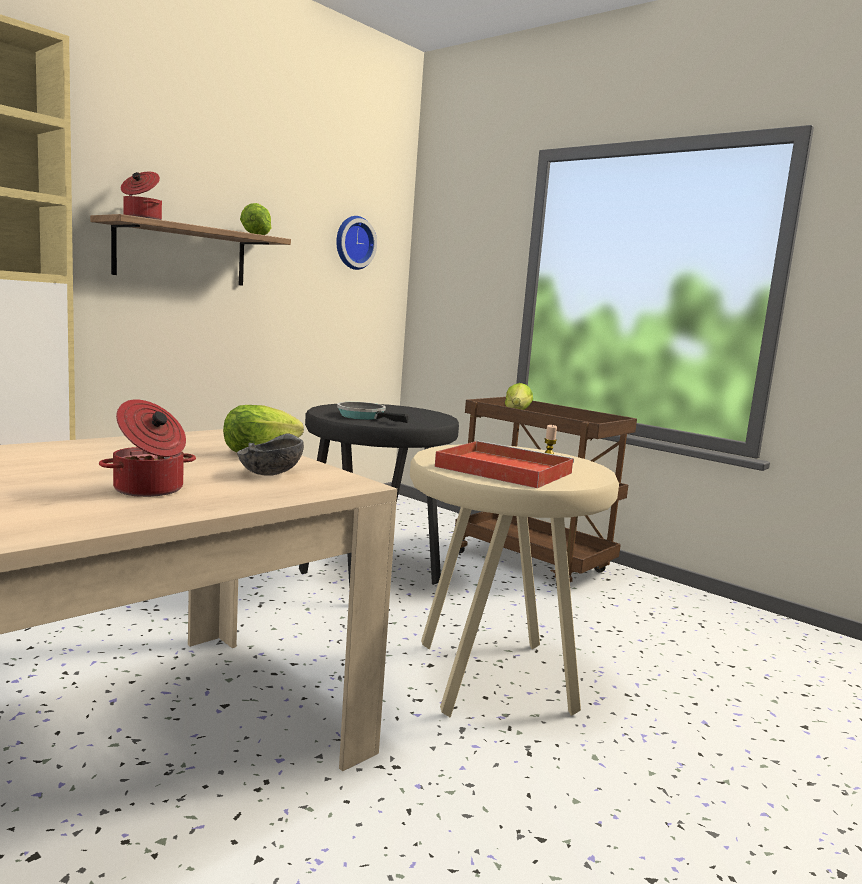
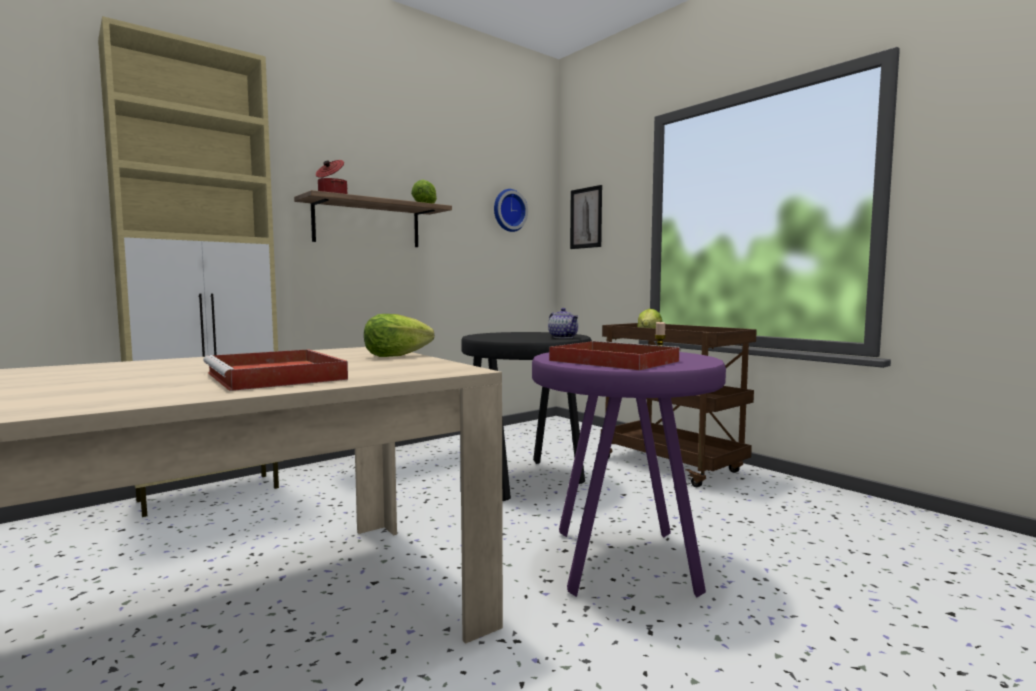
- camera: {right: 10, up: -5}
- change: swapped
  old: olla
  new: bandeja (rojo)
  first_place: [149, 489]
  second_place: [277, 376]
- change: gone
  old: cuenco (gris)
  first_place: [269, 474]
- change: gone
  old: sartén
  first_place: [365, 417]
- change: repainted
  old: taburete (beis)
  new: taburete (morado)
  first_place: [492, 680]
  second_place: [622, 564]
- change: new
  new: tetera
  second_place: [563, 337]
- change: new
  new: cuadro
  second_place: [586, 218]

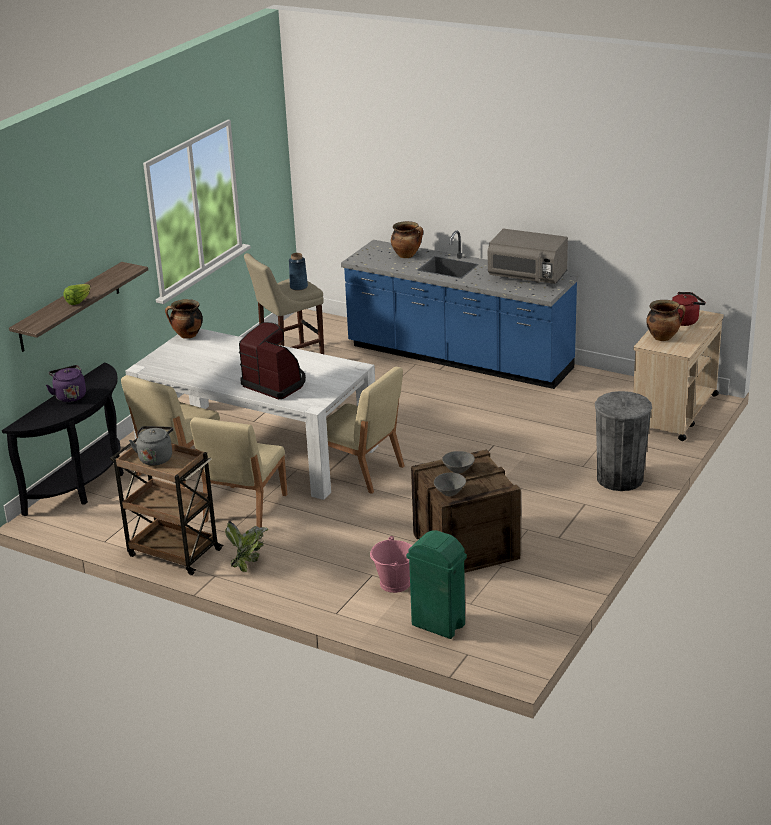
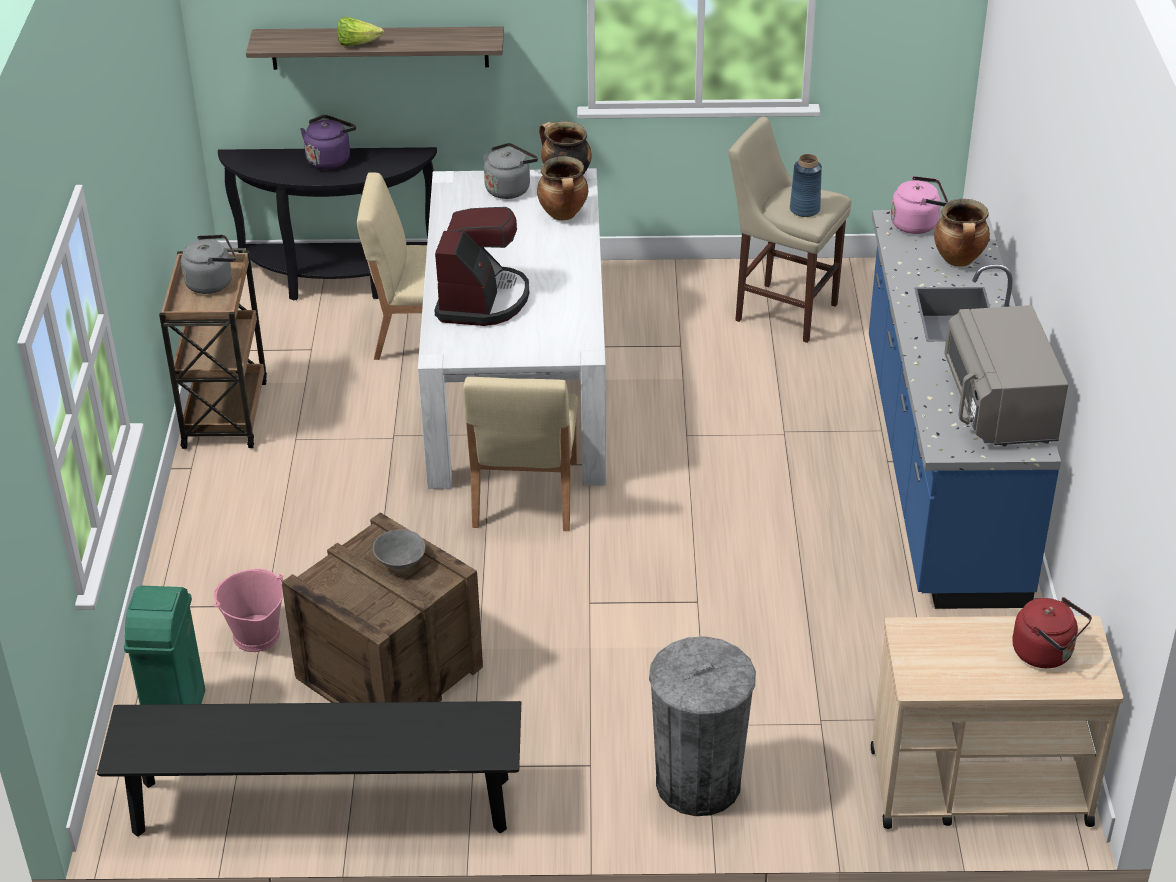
- camera: {right: 60, up: 10}
- change: gone
  old: silla (beis)
  first_place: [244, 508]
- change: gone
  old: planta en maceta
  first_place: [248, 561]
- change: gone
  old: cuenco (gris)
  first_place: [449, 493]
- change: shifted
  old: olla
  first_place: [663, 337]
  second_place: [563, 215]
- change: new
  new: banco (negro)
  second_place: [322, 806]
- change: new
  new: hervidor (gris)
  second_place: [509, 188]
- change: new
  new: hervidor (rosa)
  second_place: [917, 224]

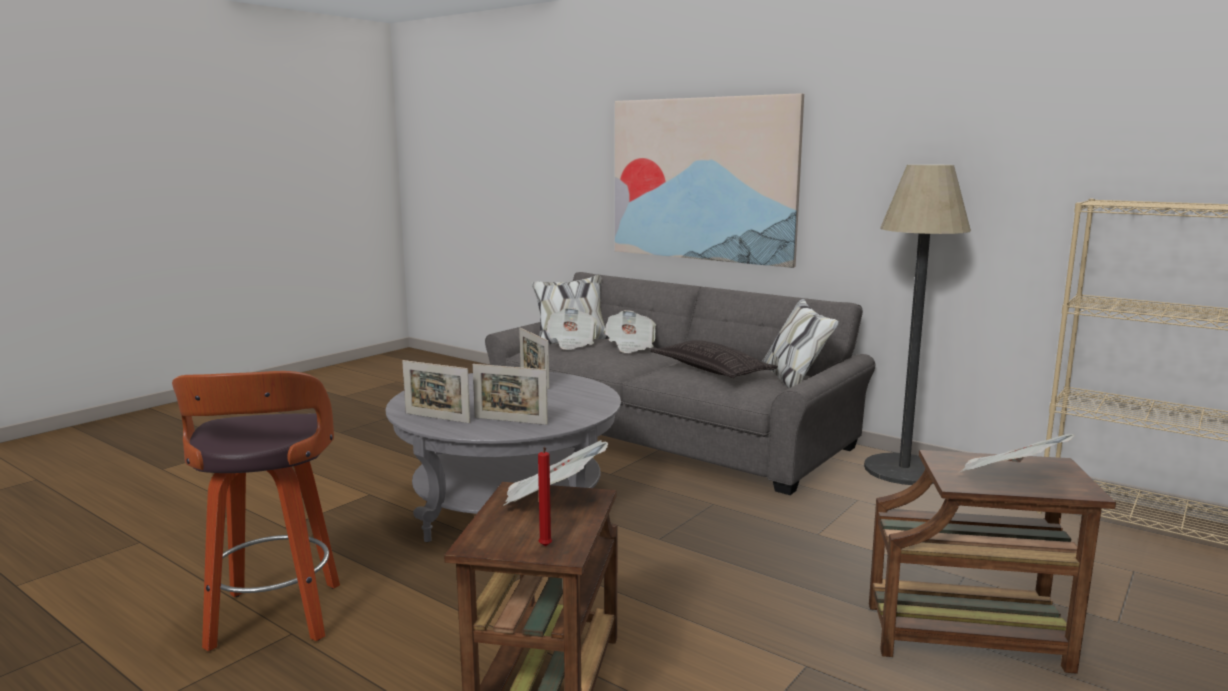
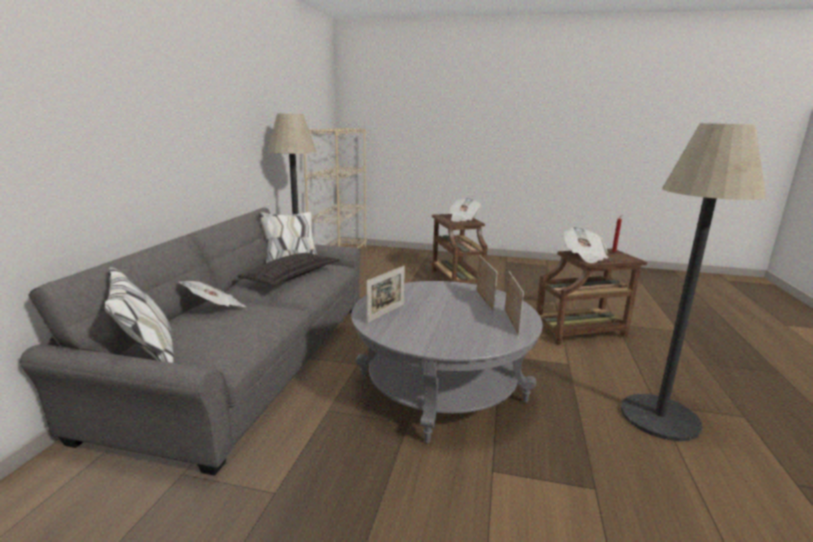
- camera: {right: -115, up: 5}
- change: swapped
  old: taburete
  new: lámpara de pie
  first_place: [275, 619]
  second_place: [660, 417]
- change: gone
  old: periódico
  first_place: [571, 343]
- change: gone
  old: cuadro
  first_place: [702, 179]

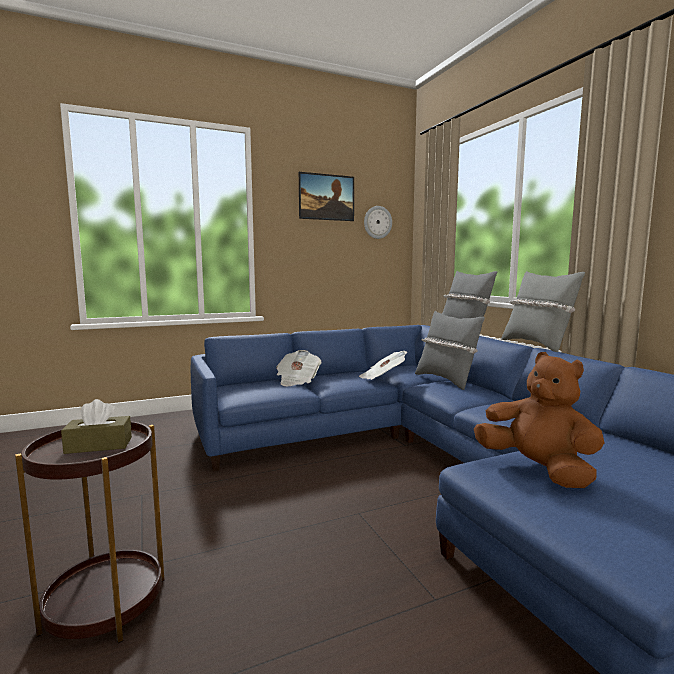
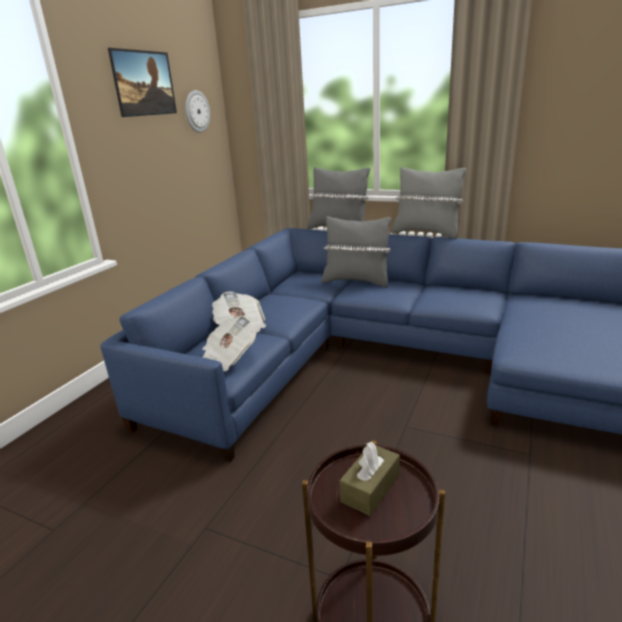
- camera: {right: -40, up: 15}
- change: shifted
  old: periódico
  first_place: [382, 377]
  second_place: [227, 359]
- change: gone
  old: peluche (marrón)
  first_place: [537, 469]

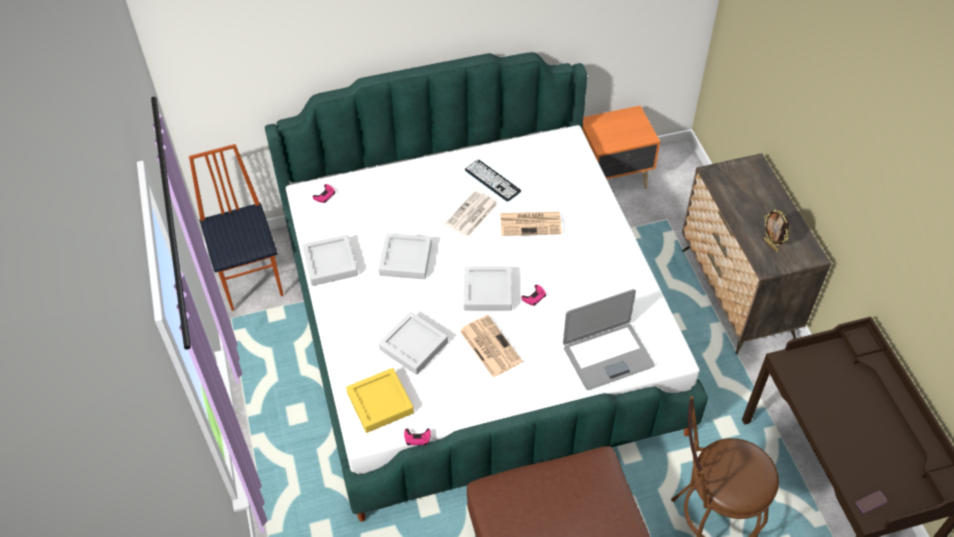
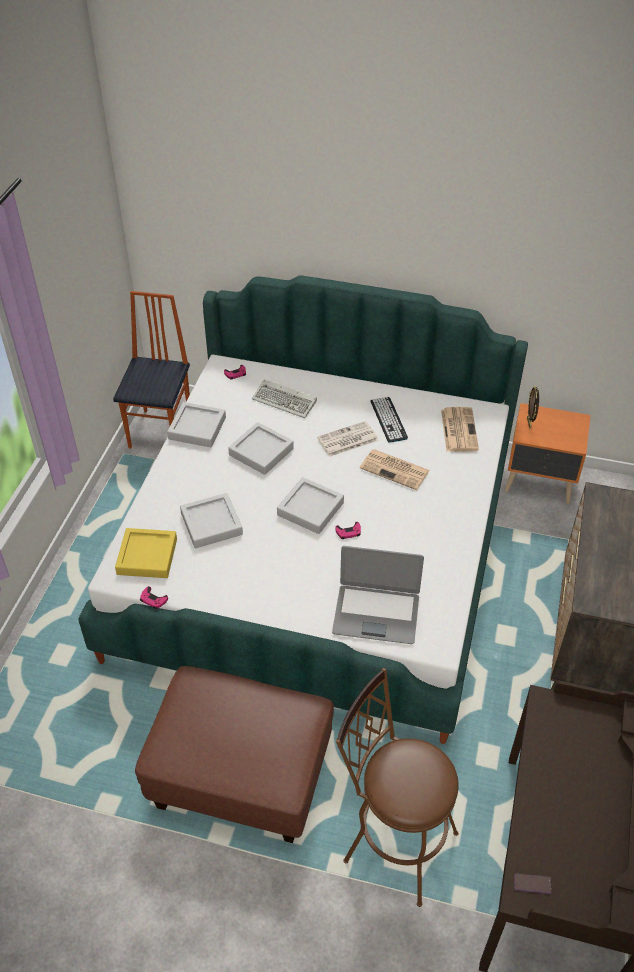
- camera: {right: 30, up: -5}
- change: shifted
  old: periódico
  first_place: [489, 346]
  second_place: [458, 429]
- change: shifted
  old: portarretratos
  first_place: [771, 245]
  second_place: [529, 423]
- change: new
  new: teclado
  second_place: [286, 401]

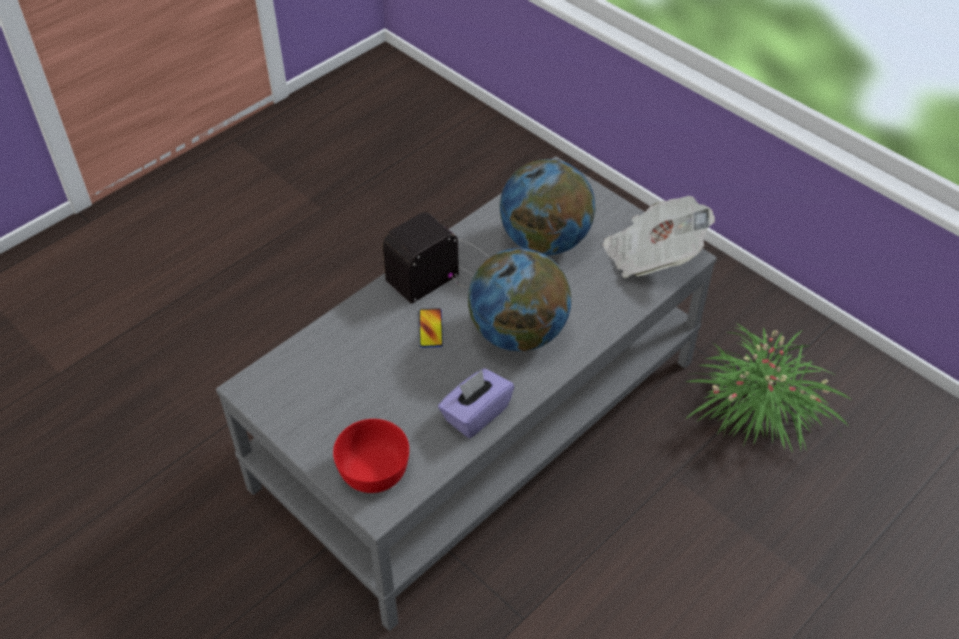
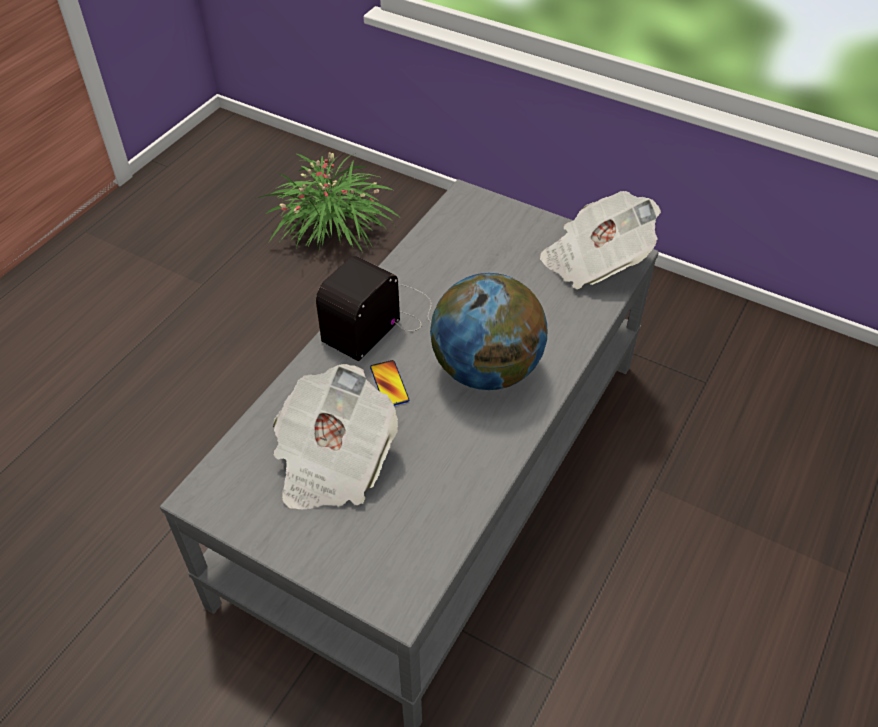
- camera: {right: -15, up: 0}
- change: gone
  old: cuenco (rojo)
  first_place: [375, 469]
- change: gone
  old: caja de pañuelos (morado)
  first_place: [475, 414]
- change: gone
  old: globo terráqueo
  first_place: [545, 241]
- change: shifted
  old: planta en maceta
  first_place: [757, 410]
  second_place: [332, 227]
- change: new
  new: periódico
  second_place: [332, 461]

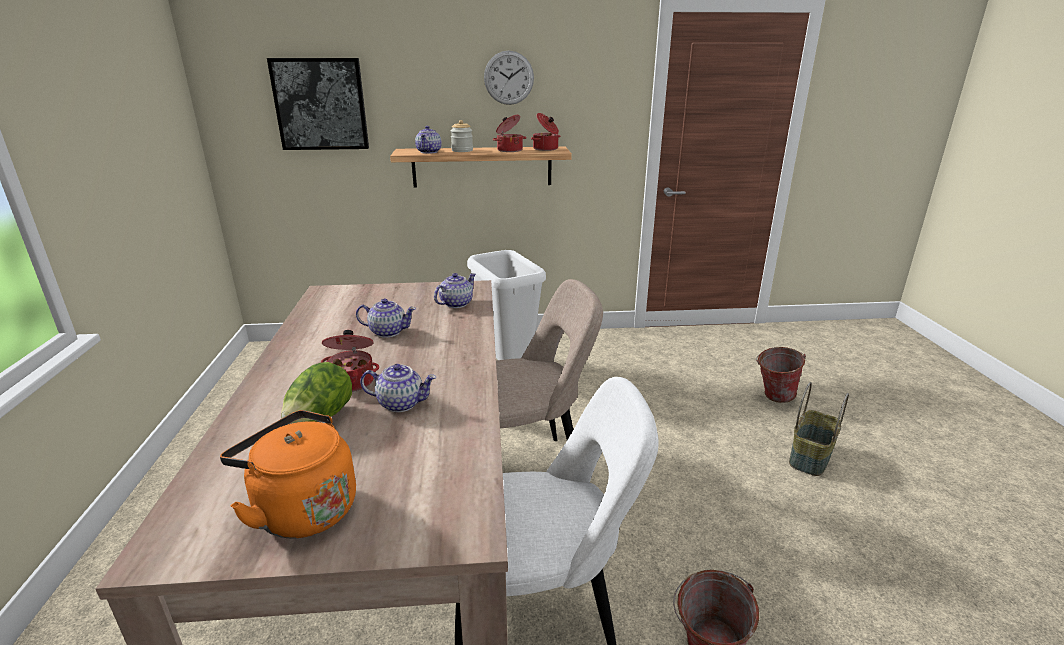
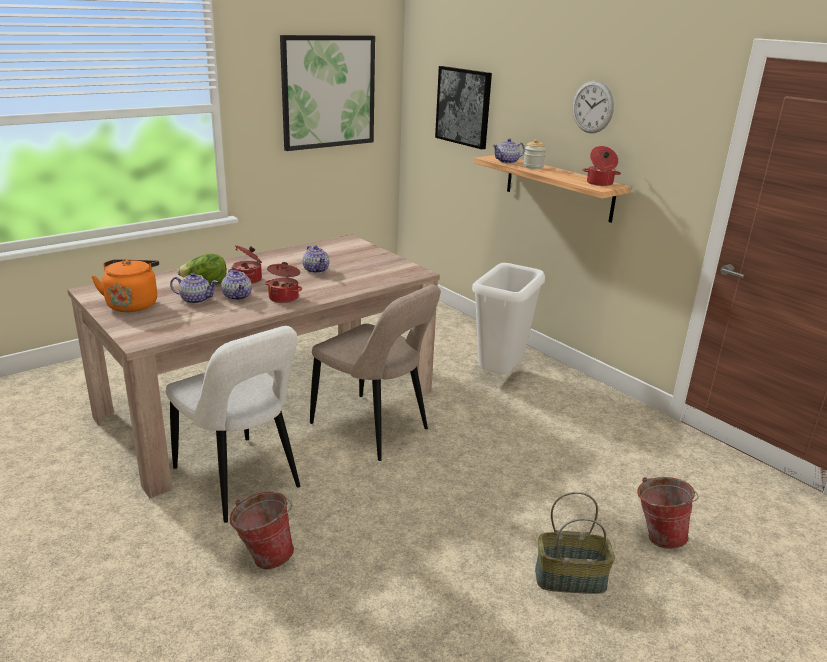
- camera: {right: 55, up: 0}
- change: shifted
  old: tetera
  first_place: [456, 303]
  second_place: [195, 300]
- change: shifted
  old: olla
  first_place: [509, 150]
  second_place: [284, 298]
- change: new
  new: cuadro
  second_place: [328, 92]

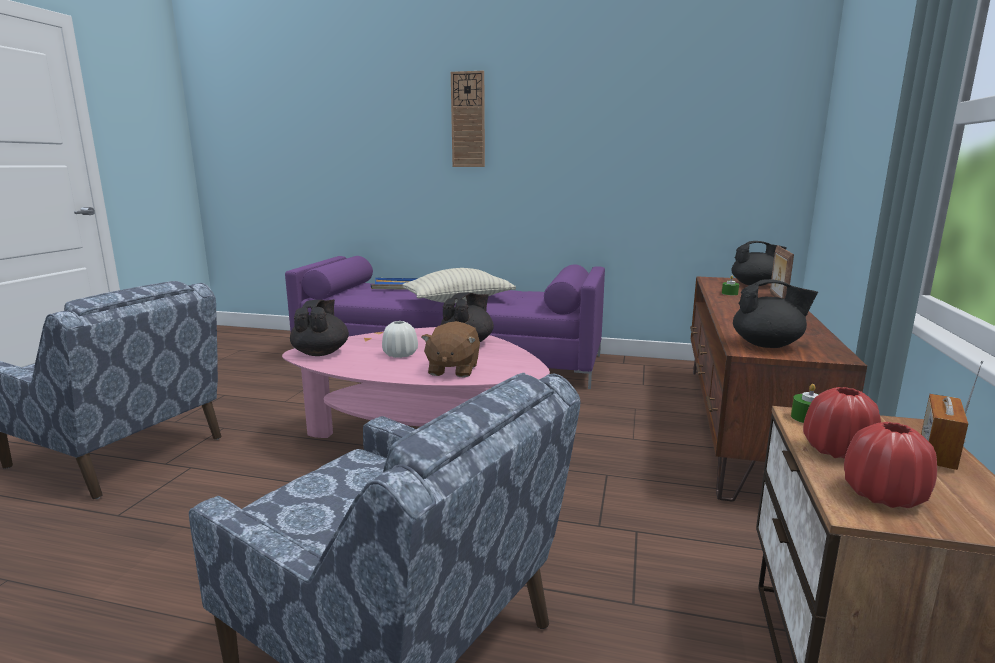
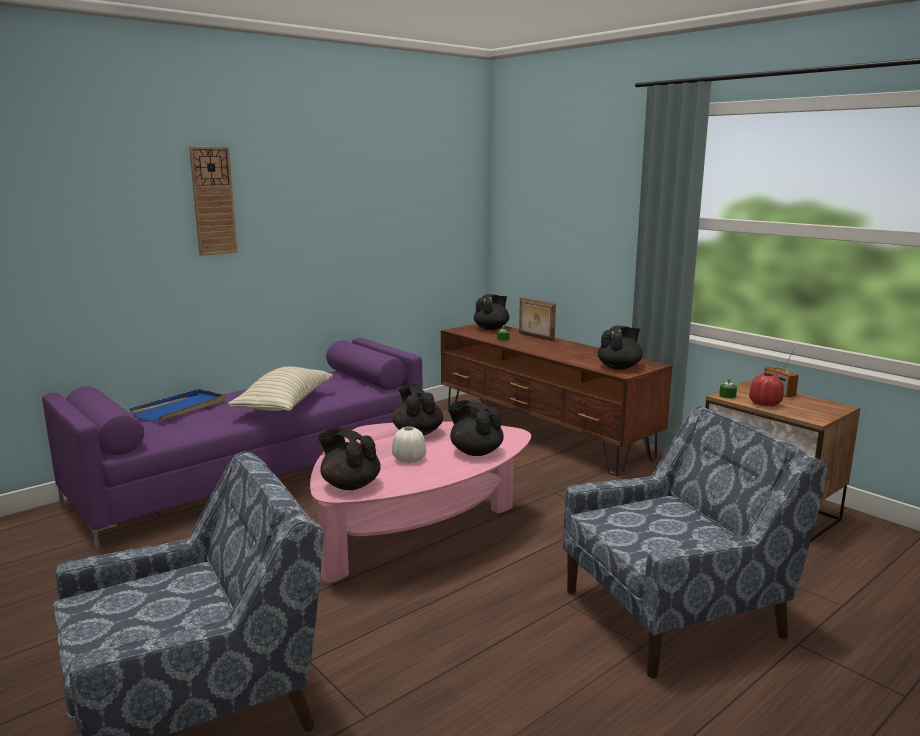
- camera: {right: -55, up: 0}
- change: swapped
  old: peluche (marrón)
  new: tetera (negro)
  first_place: [452, 370]
  second_place: [475, 452]
- change: gone
  old: florero (rojo)
  first_place: [883, 495]

